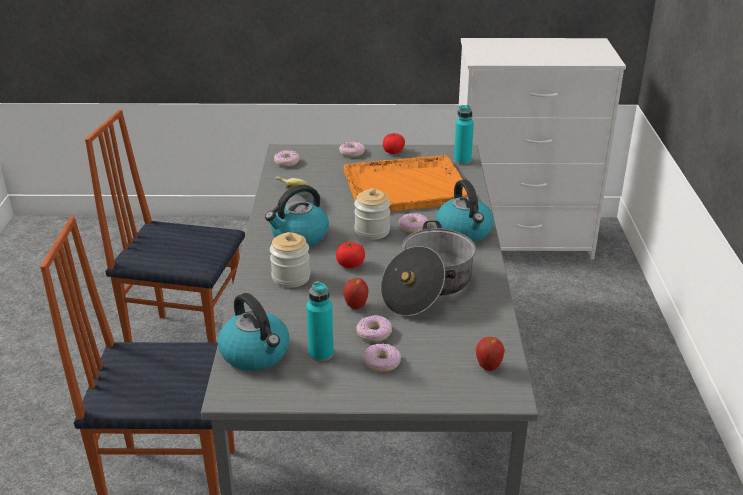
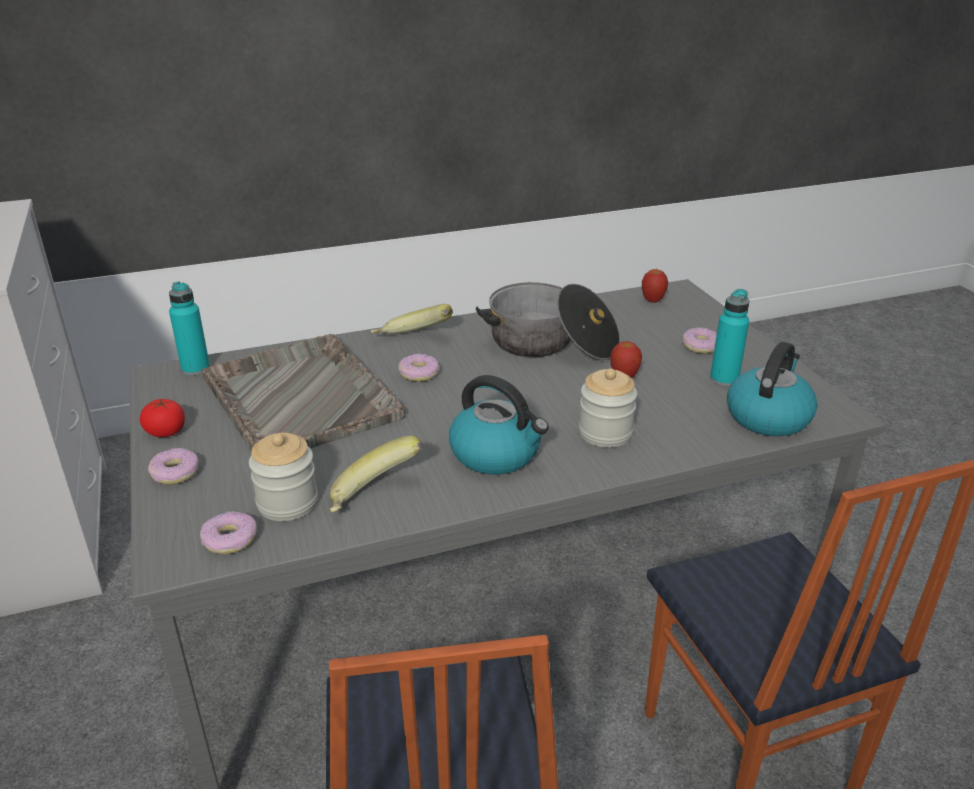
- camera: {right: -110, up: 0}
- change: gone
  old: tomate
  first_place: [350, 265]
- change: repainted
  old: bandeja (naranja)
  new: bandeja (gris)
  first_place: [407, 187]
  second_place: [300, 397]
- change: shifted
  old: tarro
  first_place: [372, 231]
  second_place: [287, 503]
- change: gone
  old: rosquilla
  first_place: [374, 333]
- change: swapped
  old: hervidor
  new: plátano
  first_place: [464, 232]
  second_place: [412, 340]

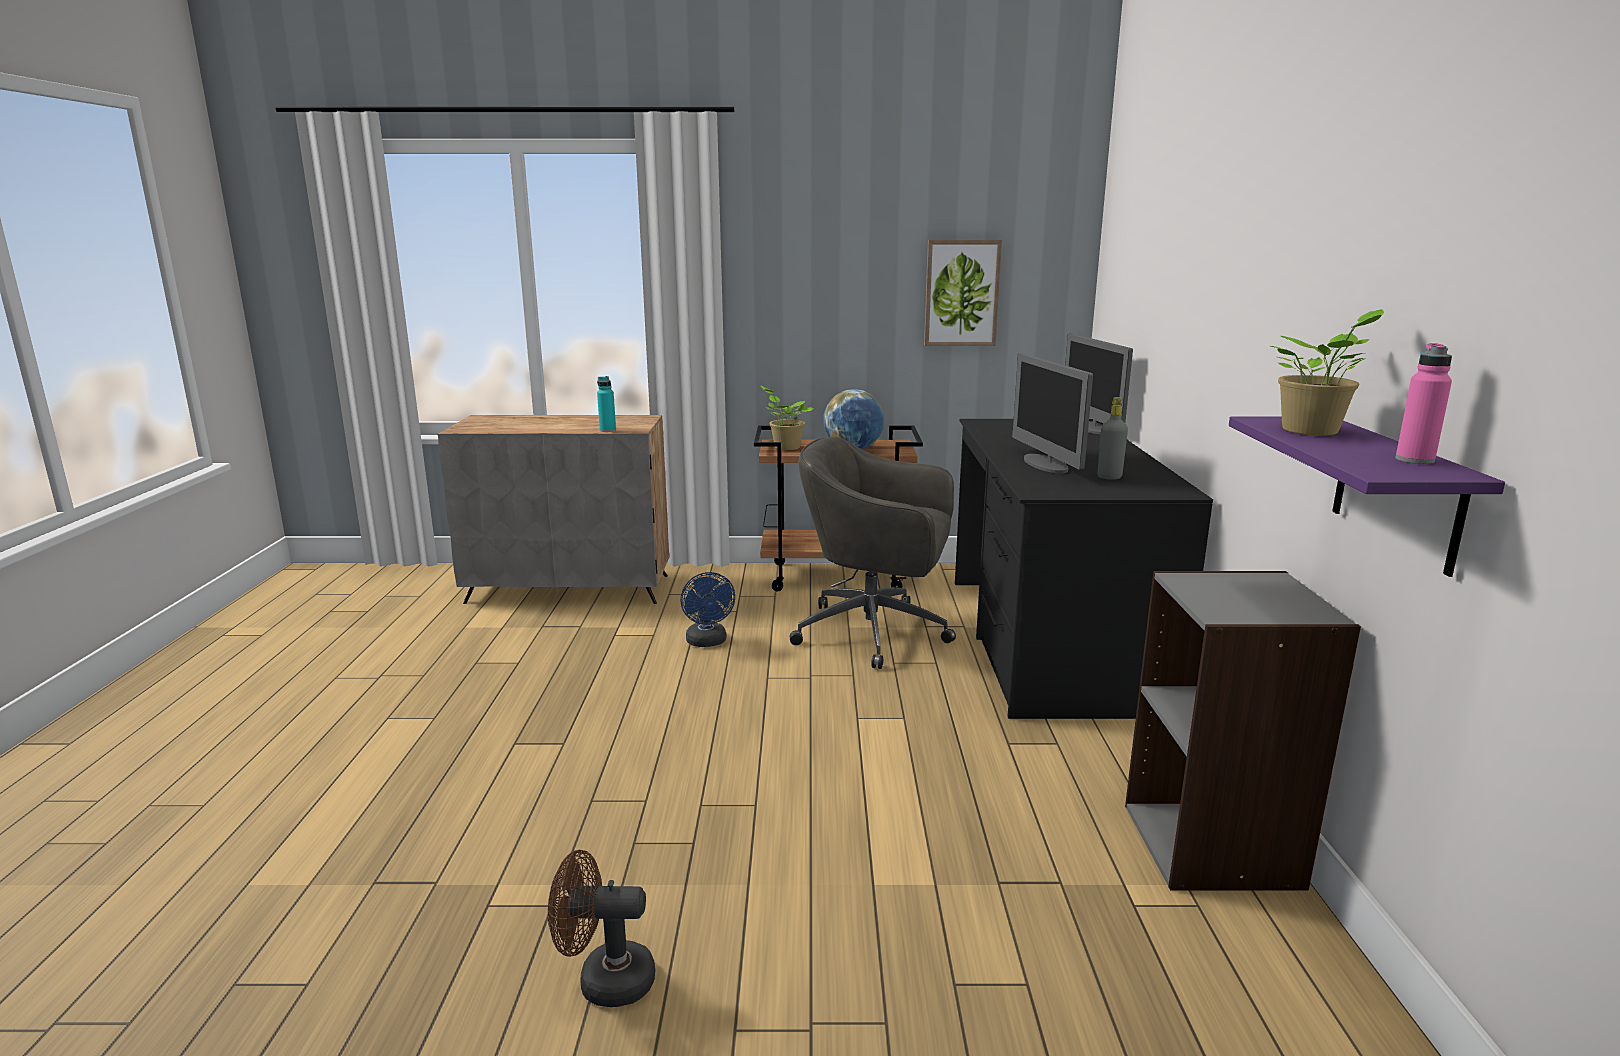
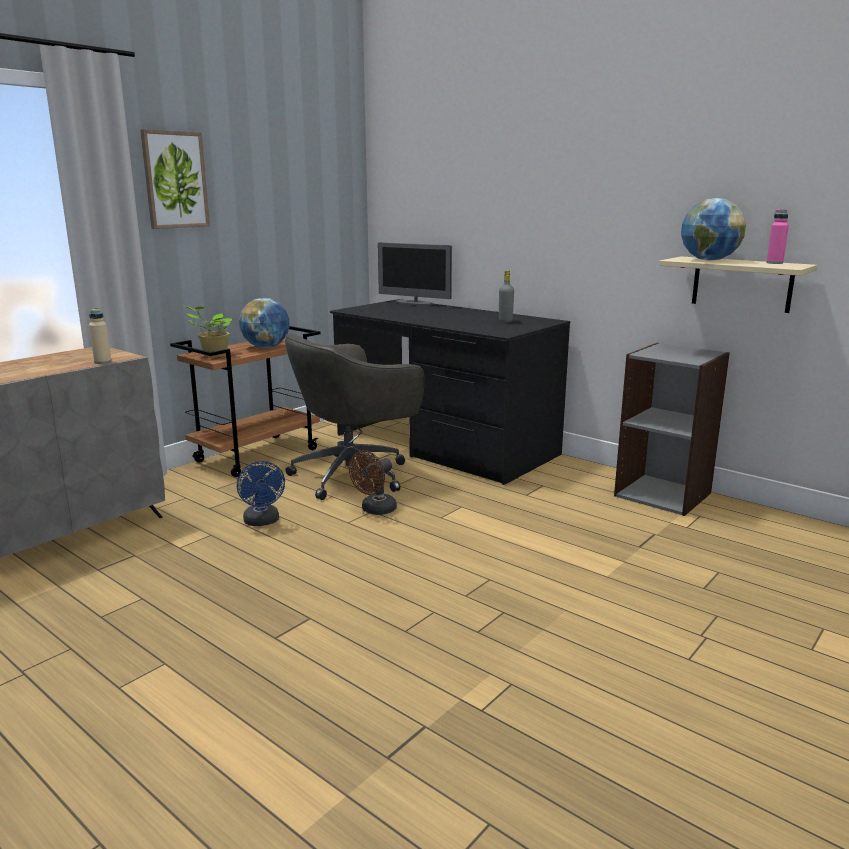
- camera: {right: -50, up: 0}
- change: shifted
  old: ventilador (marrón)
  first_place: [604, 980]
  second_place: [375, 510]
- change: repainted
  old: botella (turquesa)
  new: botella (beis)
  first_place: [607, 430]
  second_place: [102, 362]
- change: rotated
  old: ventilador (azul)
  first_place: [708, 642]
  second_place: [262, 522]
  degrees: 45
- change: shifted
  old: cuadro
  first_place: [961, 293]
  second_place: [175, 180]
- change: gone
  old: monitor
  first_place: [1045, 464]
- change: repainted
  old: estante (morado)
  new: estante (beis)
  first_place: [1397, 493]
  second_place: [742, 284]
- change: swapped
  old: planta en maceta
  new: globo terráqueo
  first_place: [1313, 431]
  second_place: [708, 260]

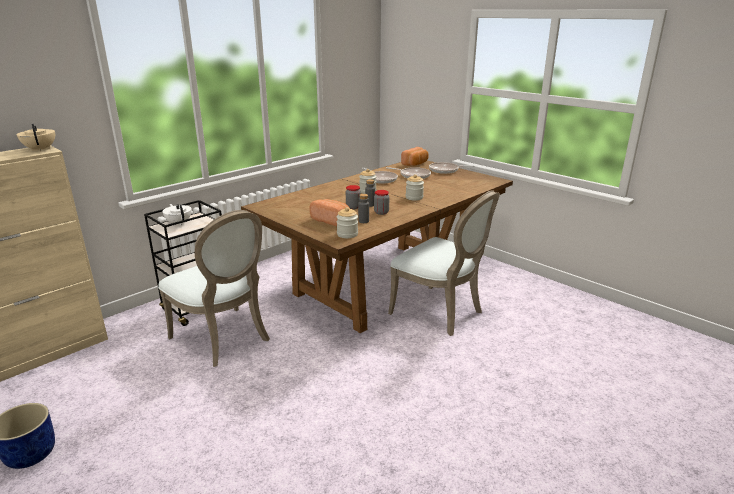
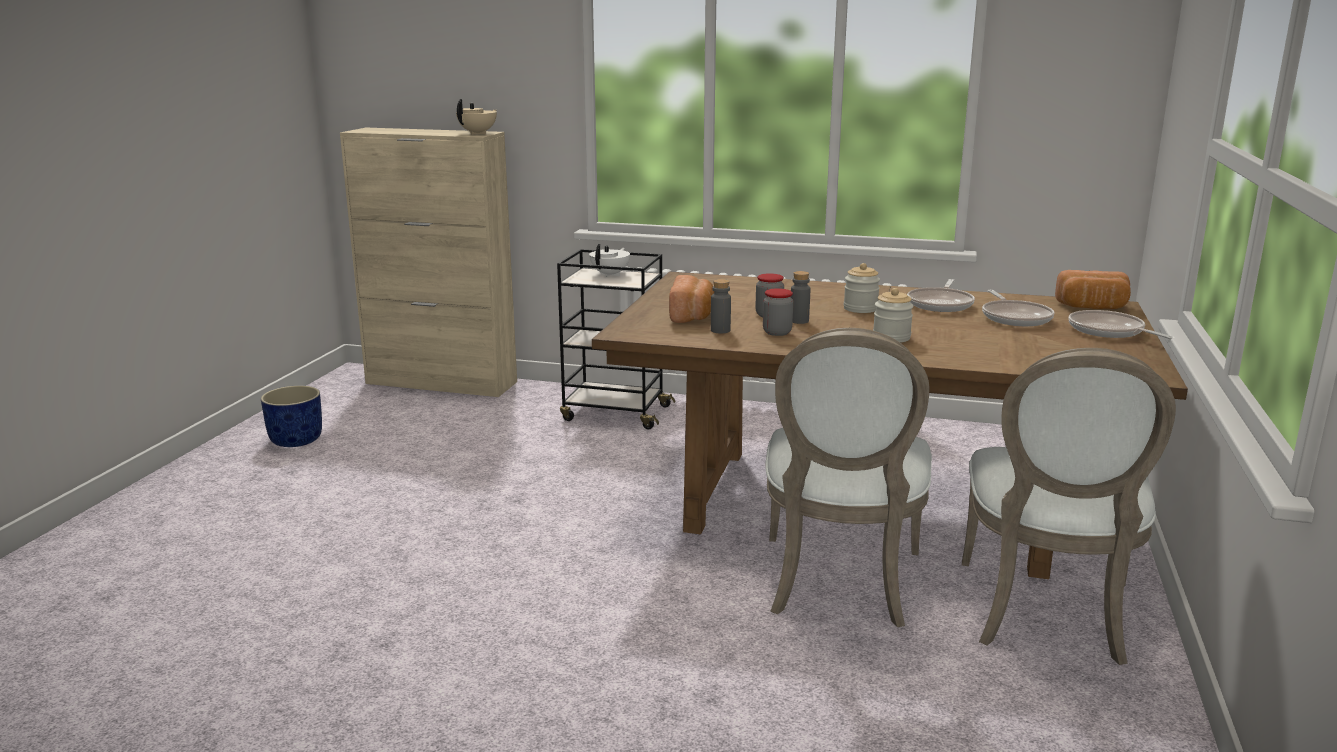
- camera: {right: 60, up: -5}
- change: shifted
  old: silla (blanco)
  first_place: [224, 338]
  second_place: [1046, 615]
- change: gone
  old: tarro
  first_place: [347, 234]

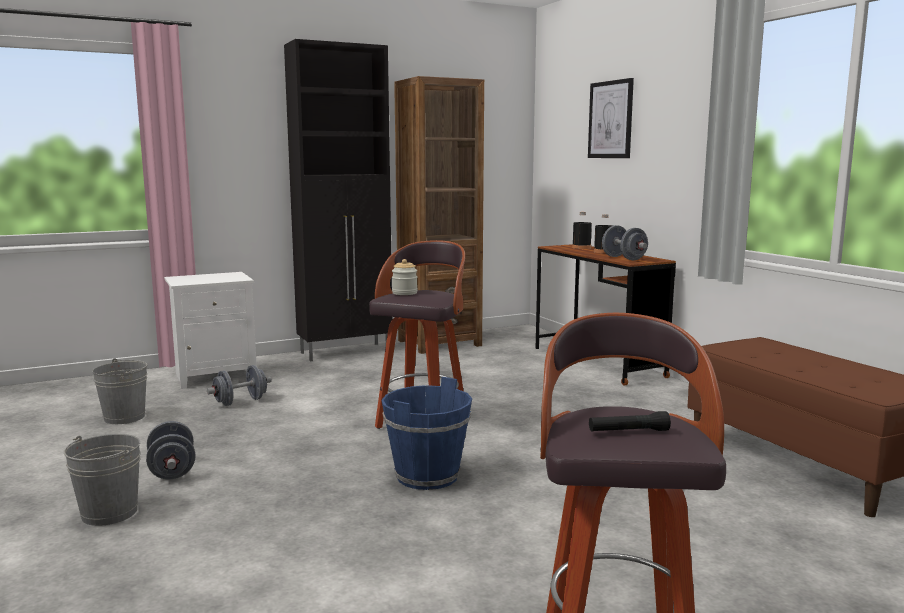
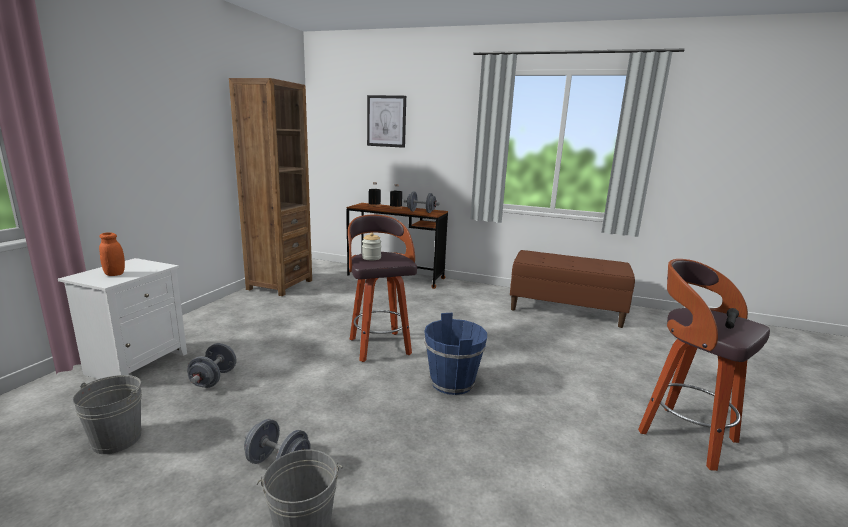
- camera: {right: -45, up: 5}
- change: gone
  old: armario (negro)
  first_place: [346, 352]
- change: new
  new: tarro (naranja)
  second_place: [115, 274]

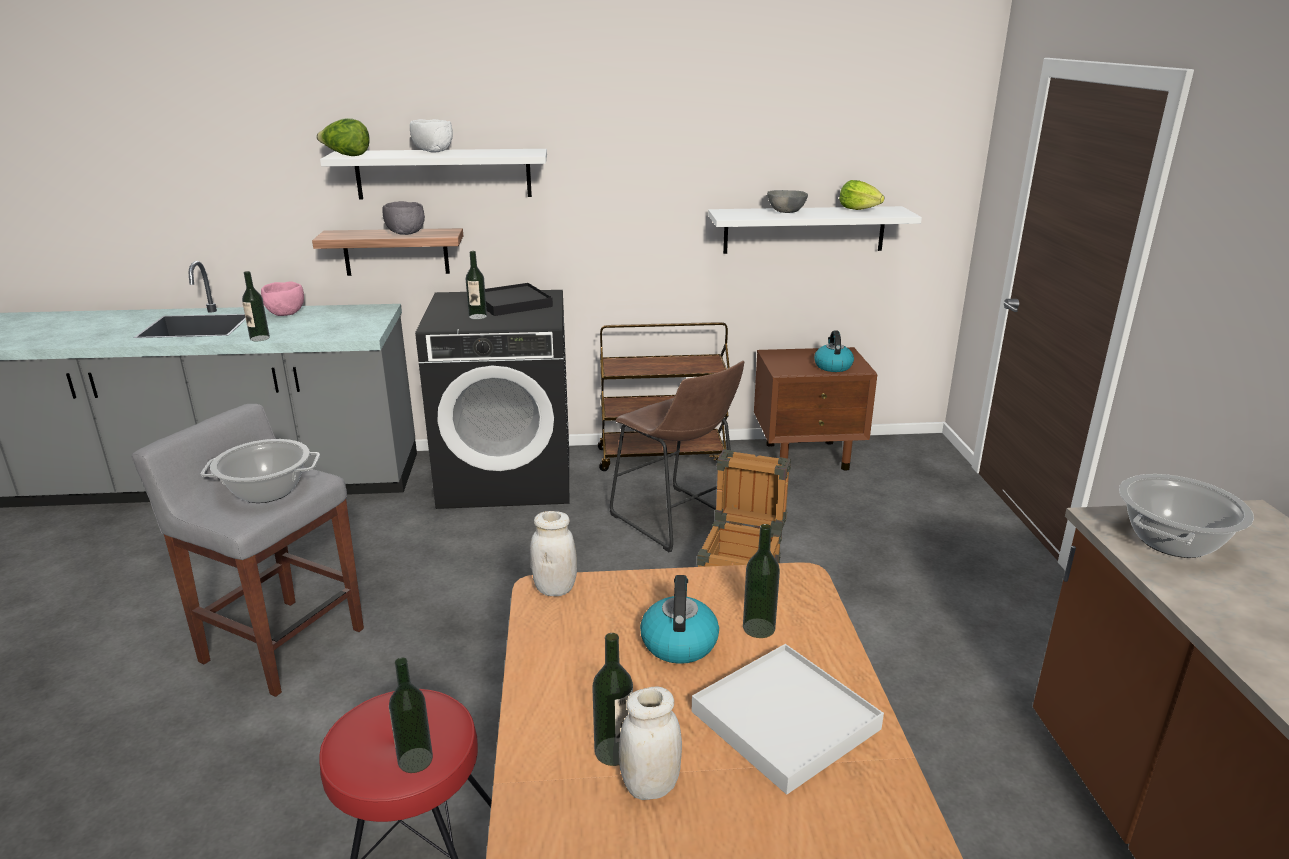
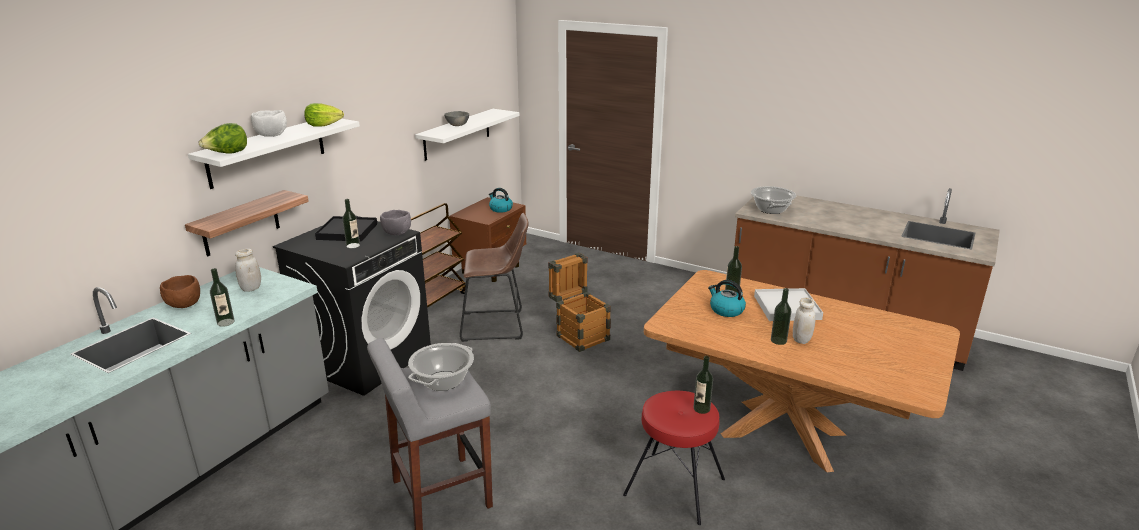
- camera: {right: -55, up: 0}
- change: repainted
  old: cuenco (rosa)
  new: cuenco (marrón)
  first_place: [286, 313]
  second_place: [183, 304]
- change: shifted
  old: cuenco (gris)
  first_place: [405, 233]
  second_place: [397, 234]
- change: shifted
  old: tarro (blanco)
  first_place: [555, 589]
  second_place: [251, 288]
- change: shifted
  old: lechuga
  first_place: [858, 209]
  second_place: [323, 125]

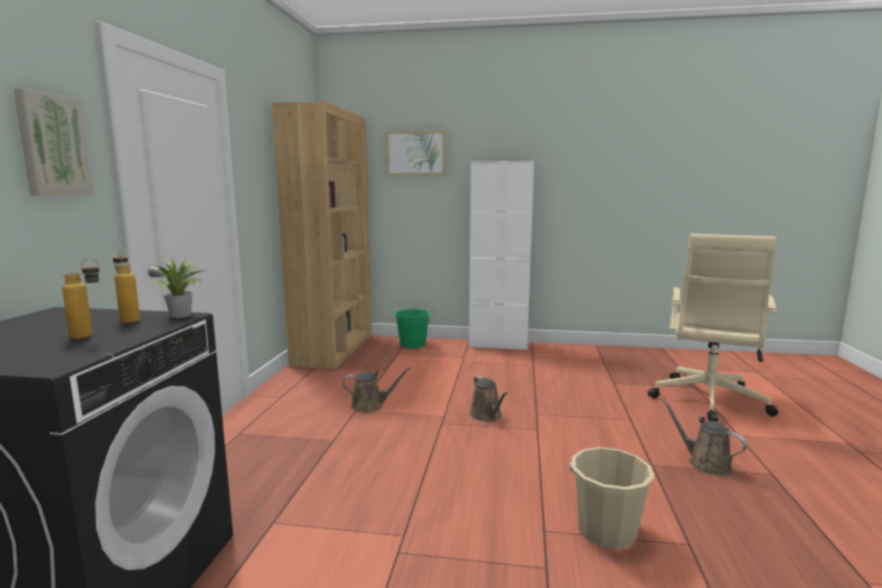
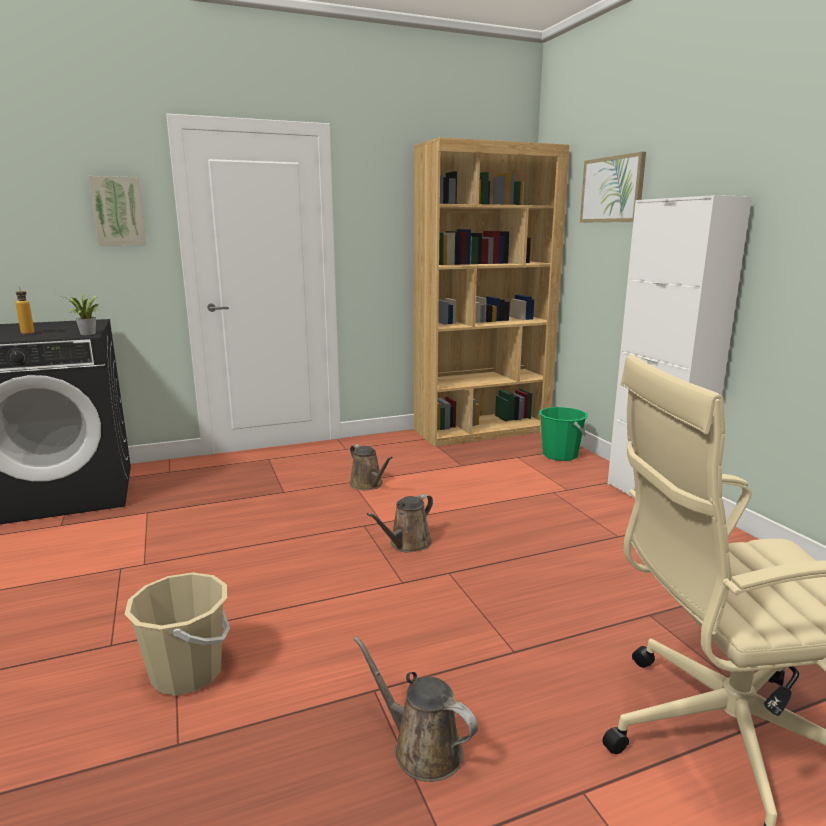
- camera: {right: 60, up: 5}
- change: gone
  old: botella
  first_place: [129, 319]
- change: rotated
  old: regadera (marrón)
  first_place: [705, 463]
  second_place: [421, 748]
  degrees: -75

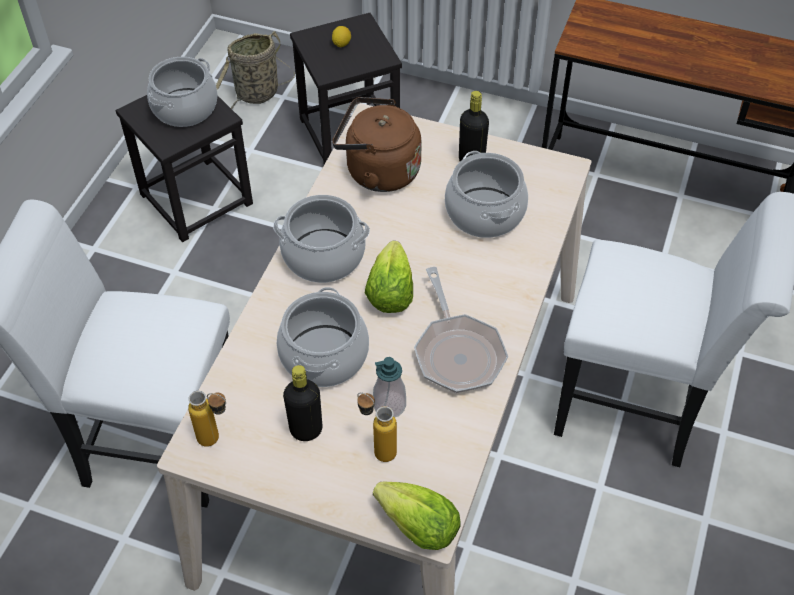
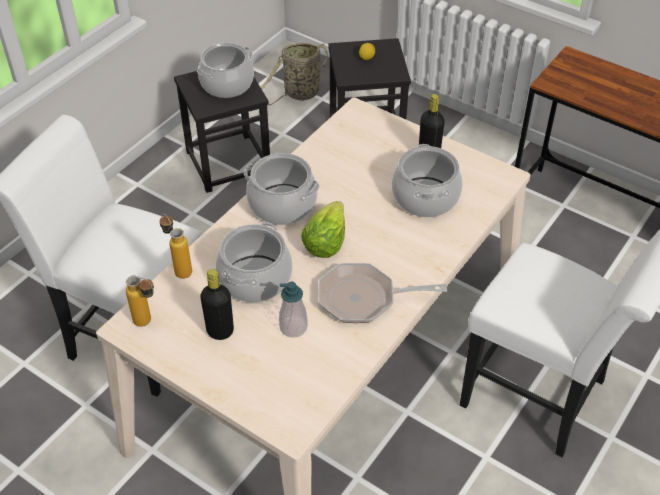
- camera: {right: 15, up: -5}
- change: gone
  old: hervidor (marrón)
  first_place: [378, 171]
- change: shifted
  old: botella
  first_place: [377, 448]
  second_place: [179, 269]
- change: gone
  old: lechuga
  first_place: [419, 527]
- change: rotated
  old: sartén
  first_place: [457, 352]
  second_place: [363, 299]
  degrees: 90

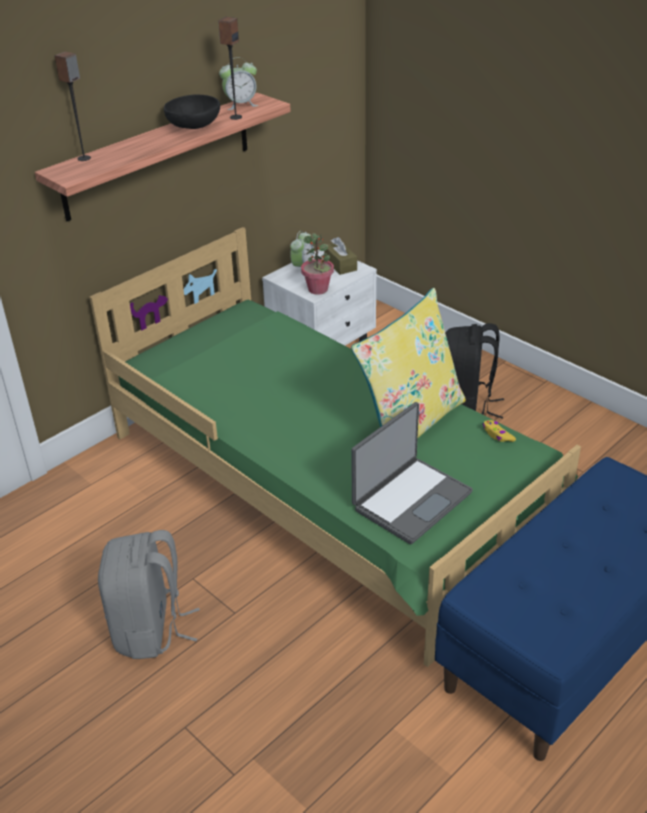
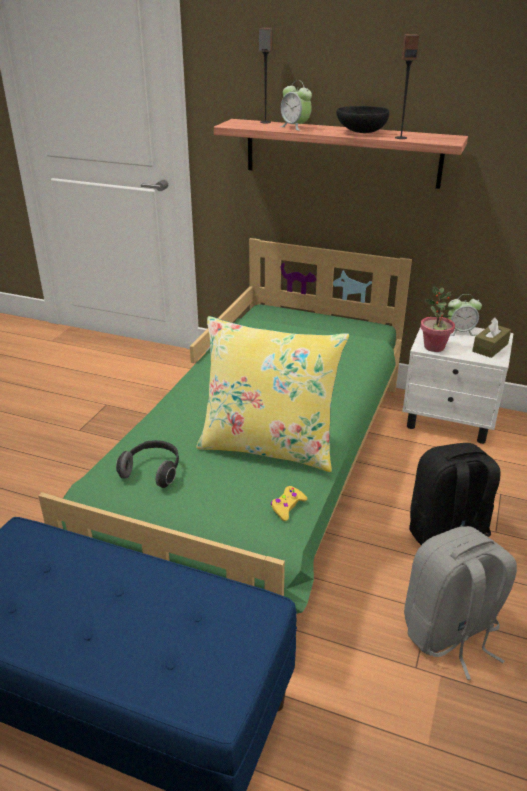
- camera: {right: 65, up: -5}
- change: shifted
  old: mochila (gris)
  first_place: [150, 630]
  second_place: [450, 633]
- change: shifted
  old: despertador
  first_place: [240, 105]
  second_place: [295, 127]
- change: swapped
  old: portátil
  new: auriculares
  first_place: [410, 500]
  second_place: [153, 471]

